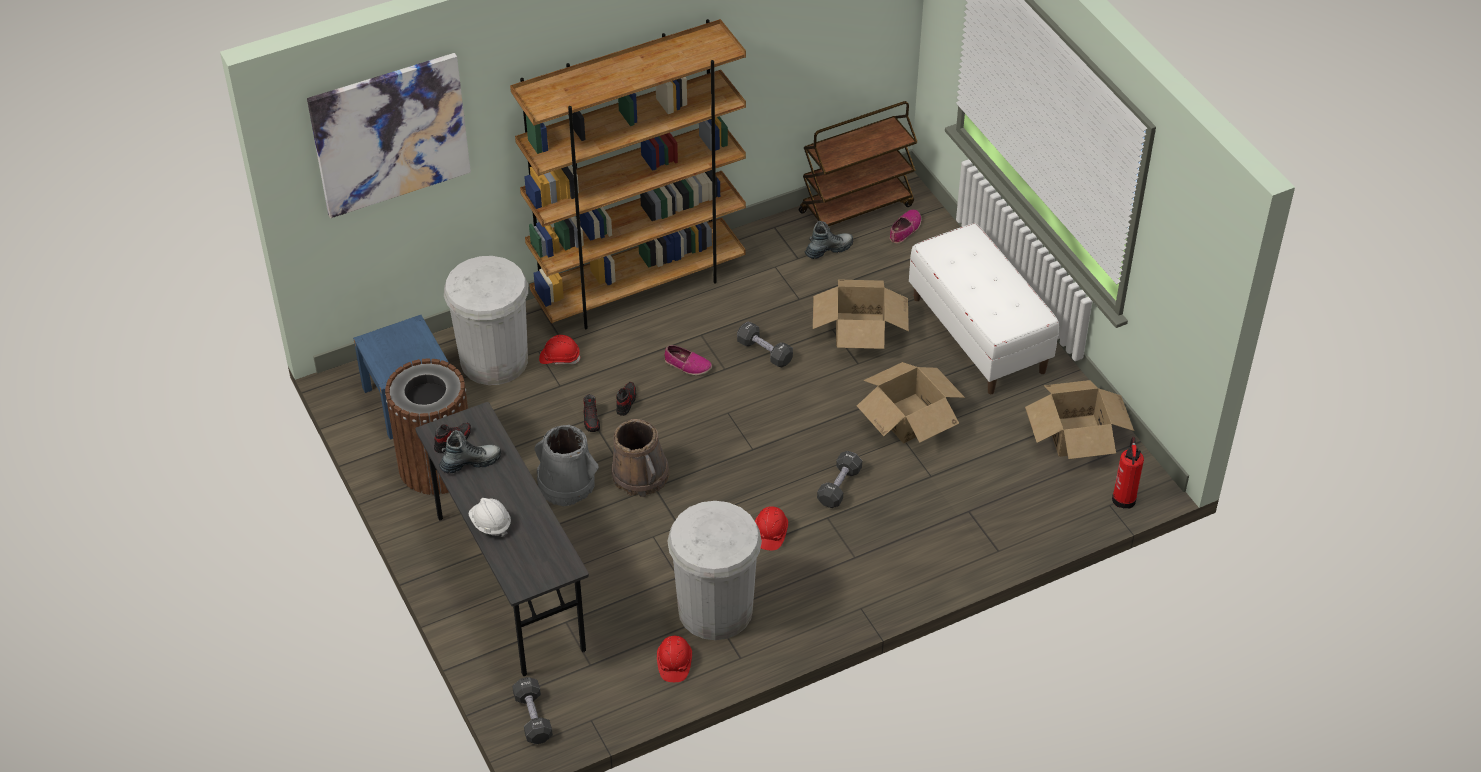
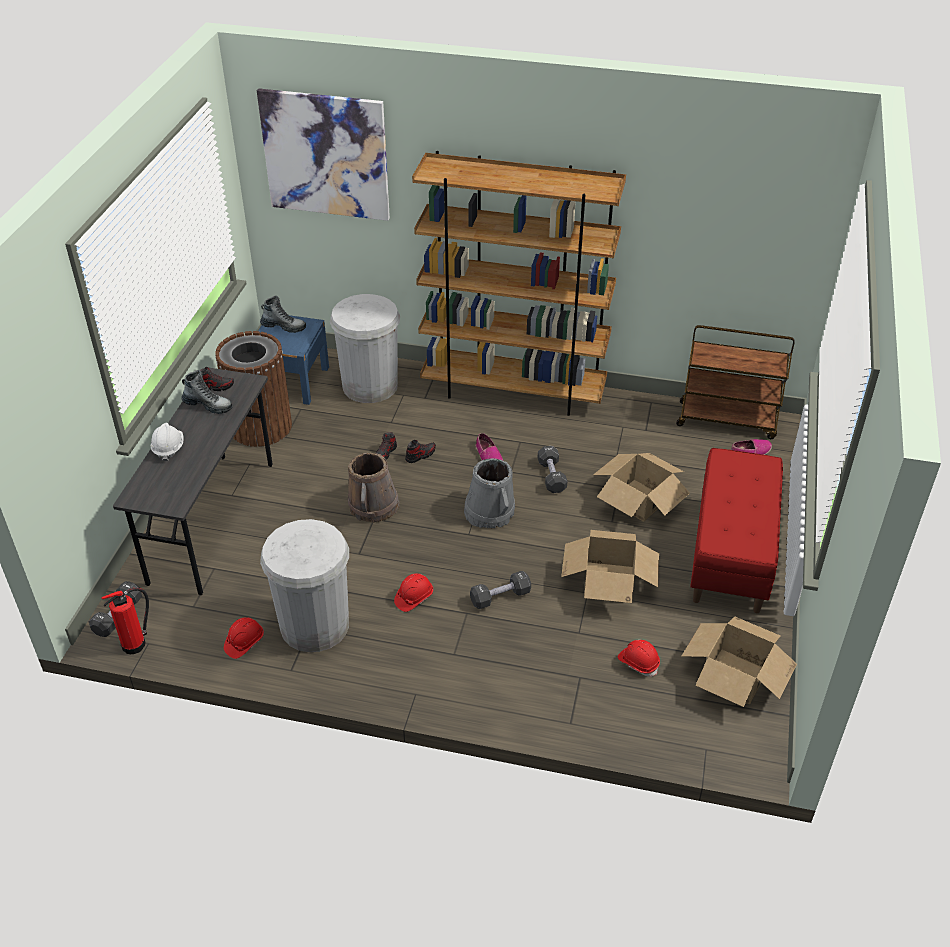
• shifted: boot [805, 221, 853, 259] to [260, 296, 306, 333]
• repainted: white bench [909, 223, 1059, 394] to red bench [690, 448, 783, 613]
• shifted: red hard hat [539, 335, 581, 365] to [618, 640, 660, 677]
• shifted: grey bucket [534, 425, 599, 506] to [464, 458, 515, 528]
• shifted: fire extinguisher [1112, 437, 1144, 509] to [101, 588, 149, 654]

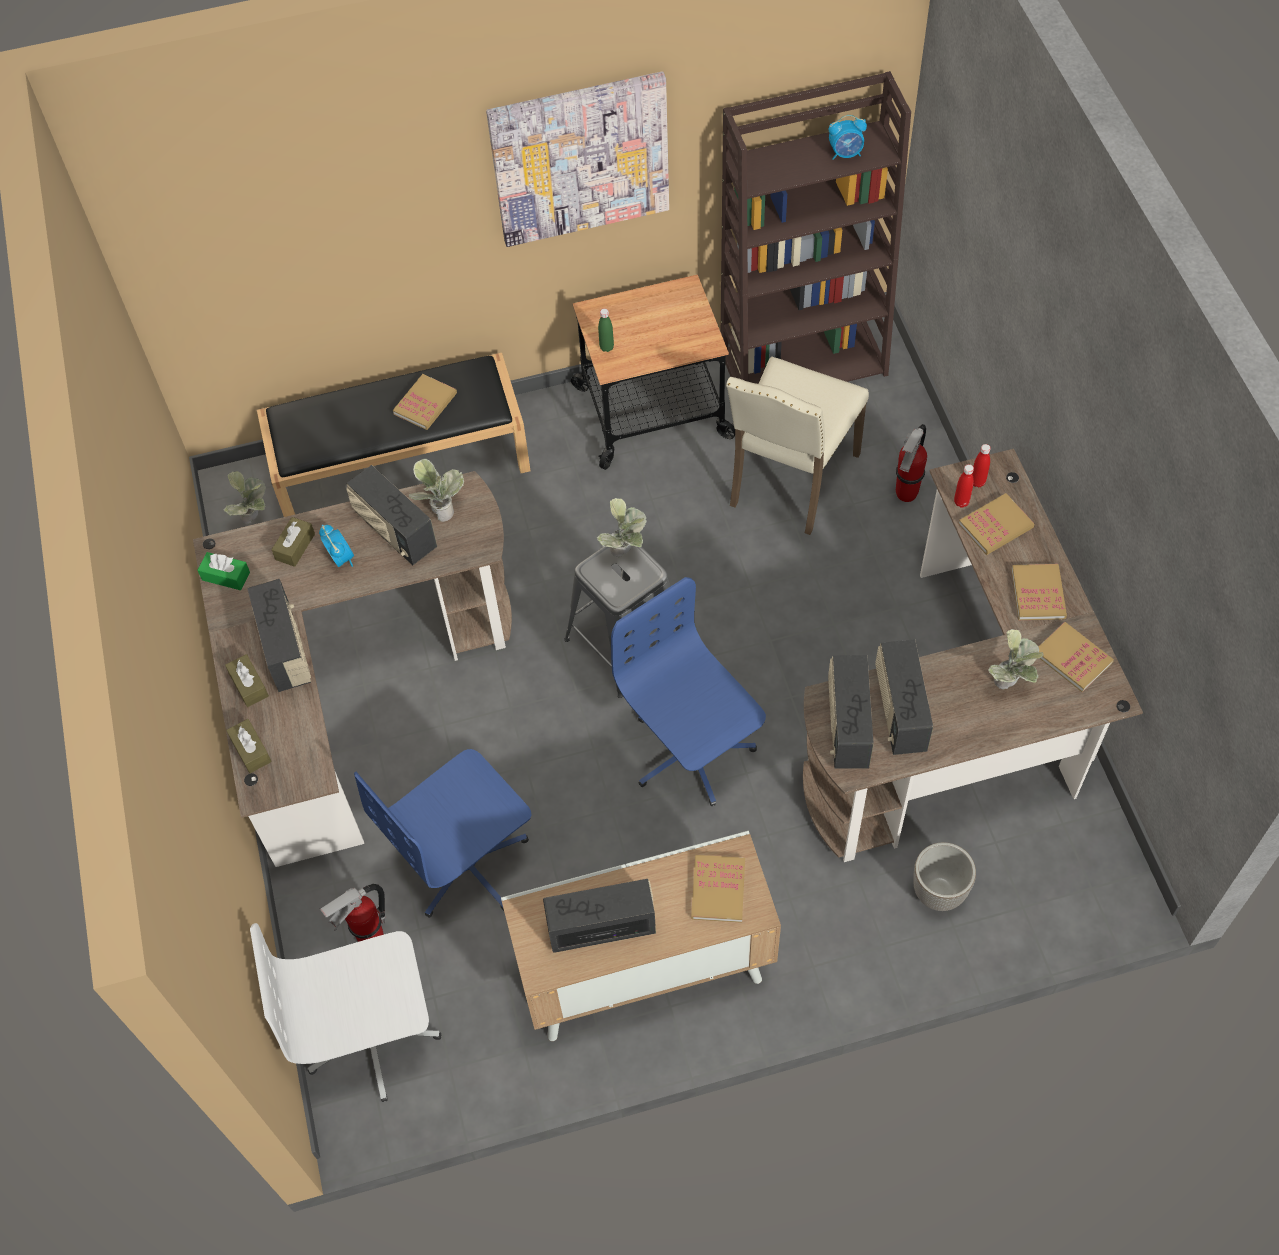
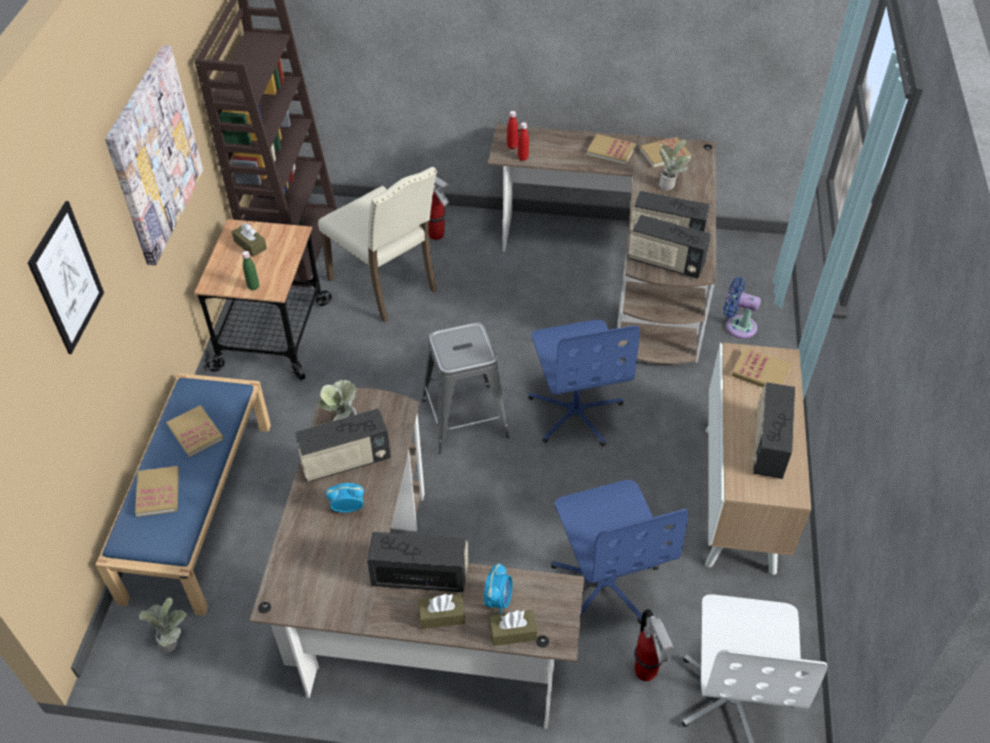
• shifted: alarm clock [829, 115, 867, 160] to [484, 563, 512, 614]
• repainted: black bench [257, 353, 531, 517] to blue bench [95, 373, 271, 616]
• shifted: book [959, 493, 1035, 555] to [135, 466, 179, 517]
• gone: potted plant [597, 498, 647, 558]
• shifted: brown tissue box [271, 517, 315, 567] to [232, 223, 267, 257]
• gone: green tissue box [198, 552, 250, 590]
• rotated: blue office chair [611, 577, 766, 806] = [528, 320, 640, 447] 90 degrees counterclockwise
• swapped: planter [913, 842, 976, 911] to blue fan [723, 277, 761, 339]
• new: picture [28, 201, 104, 354]

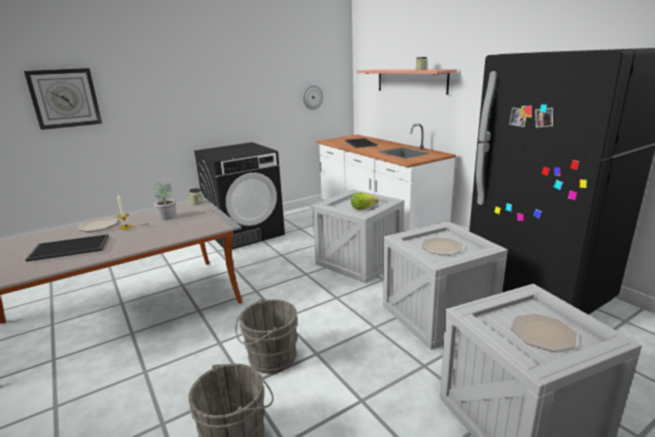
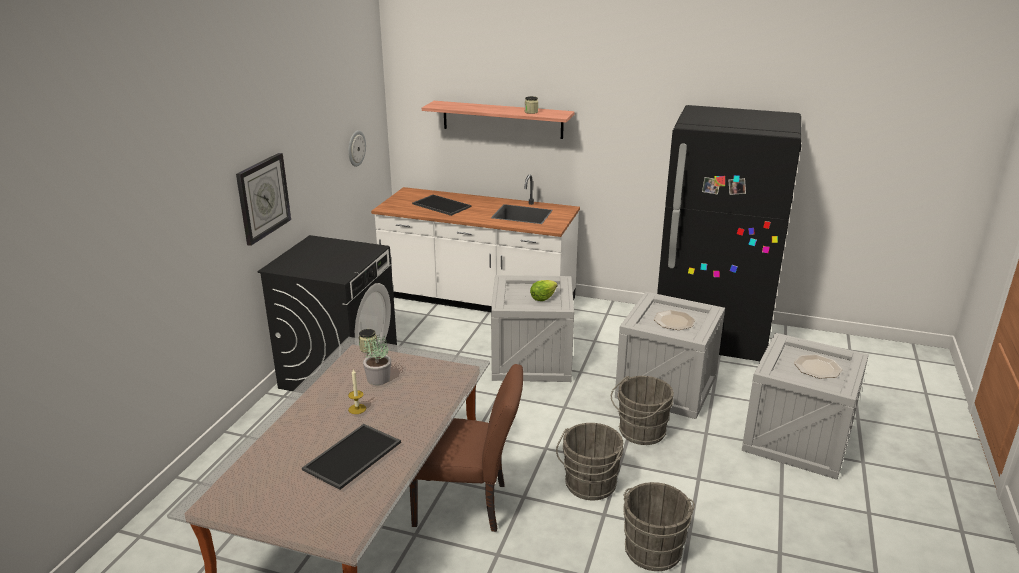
• shifted: wall clock [24, 68, 102, 130] to [236, 153, 291, 246]
• gone: plate [77, 217, 117, 231]
• new: brown chair [410, 364, 523, 532]
• new: grey bucket [611, 376, 674, 445]

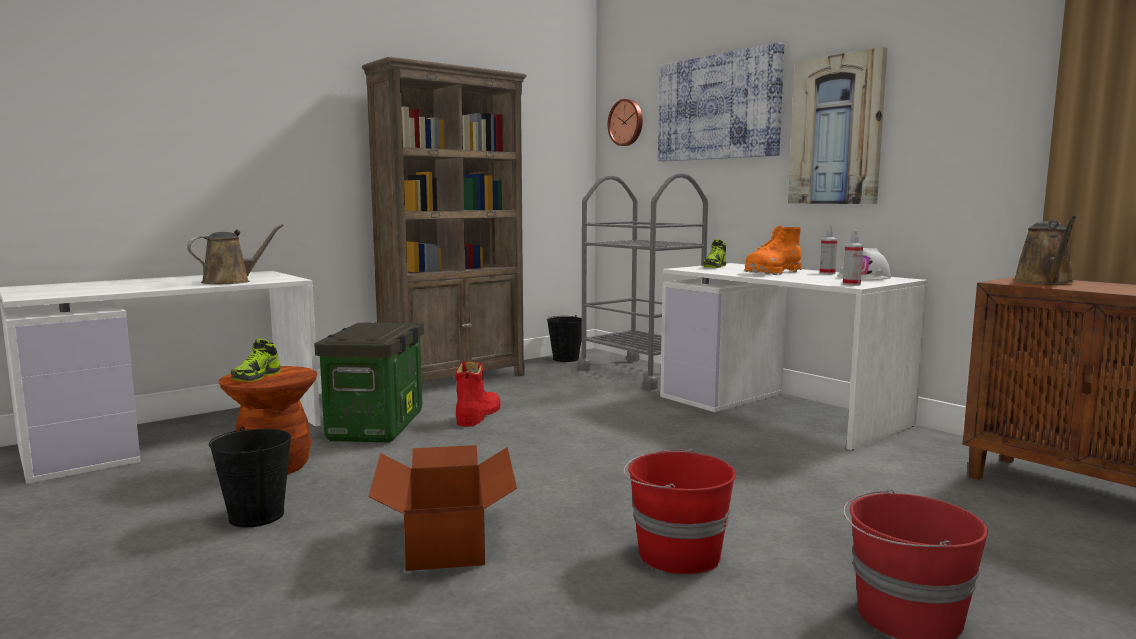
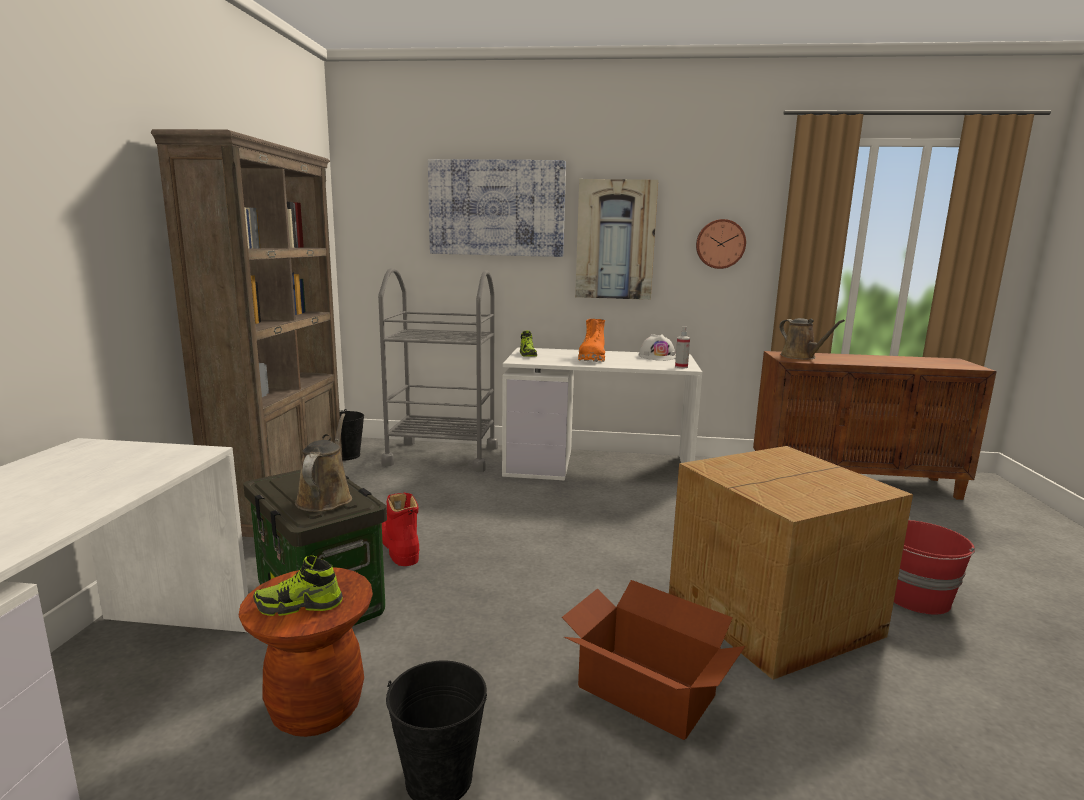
• shifted: wall clock [608, 99, 643, 146] to [696, 219, 746, 269]
• shifted: brown watering can [187, 224, 284, 284] to [295, 414, 352, 512]
• gone: spray bottle [820, 226, 837, 274]
• rotated: shoe [231, 339, 281, 382] = [253, 555, 343, 616] 105 degrees clockwise
• swapped: red bucket [623, 449, 736, 574] to cardboard box [669, 446, 913, 680]

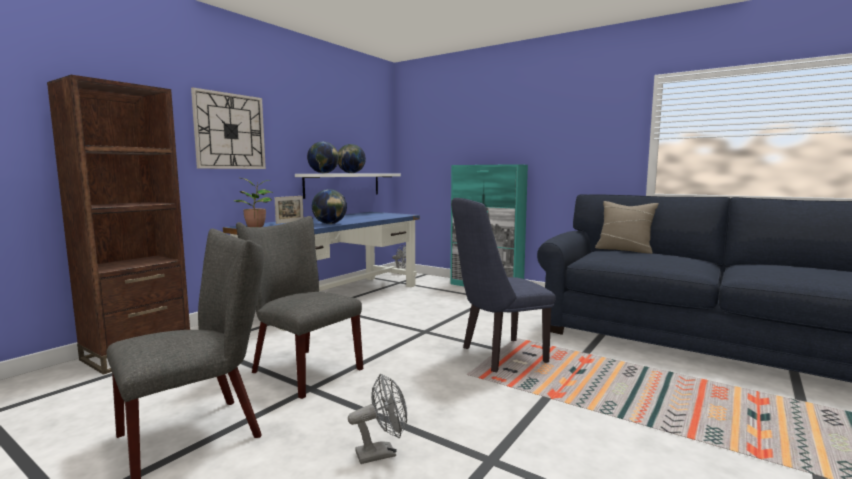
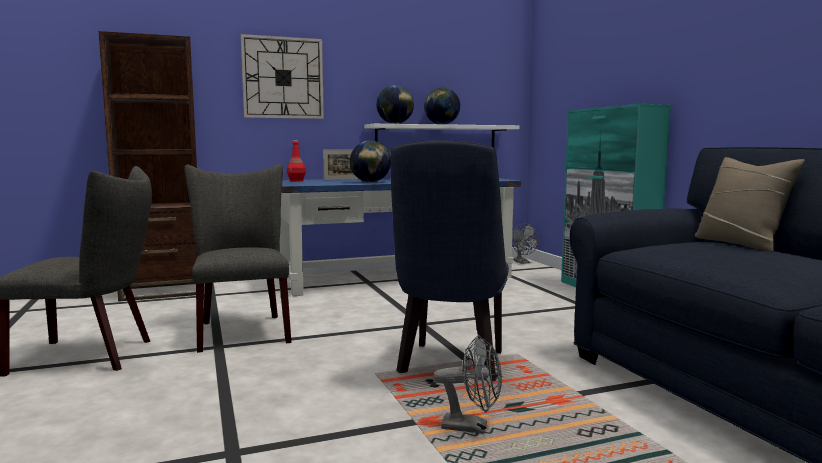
• swapped: potted plant [234, 178, 273, 227] to red bottle [287, 140, 306, 181]
• rotated: blue chair [451, 198, 555, 372] = [391, 140, 509, 382] 90 degrees counterclockwise
• shifted: grey fan [348, 374, 407, 464] to [434, 335, 502, 434]

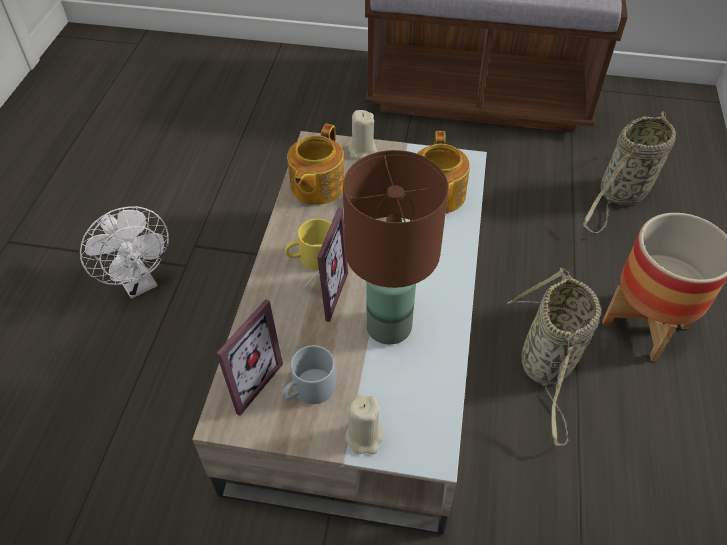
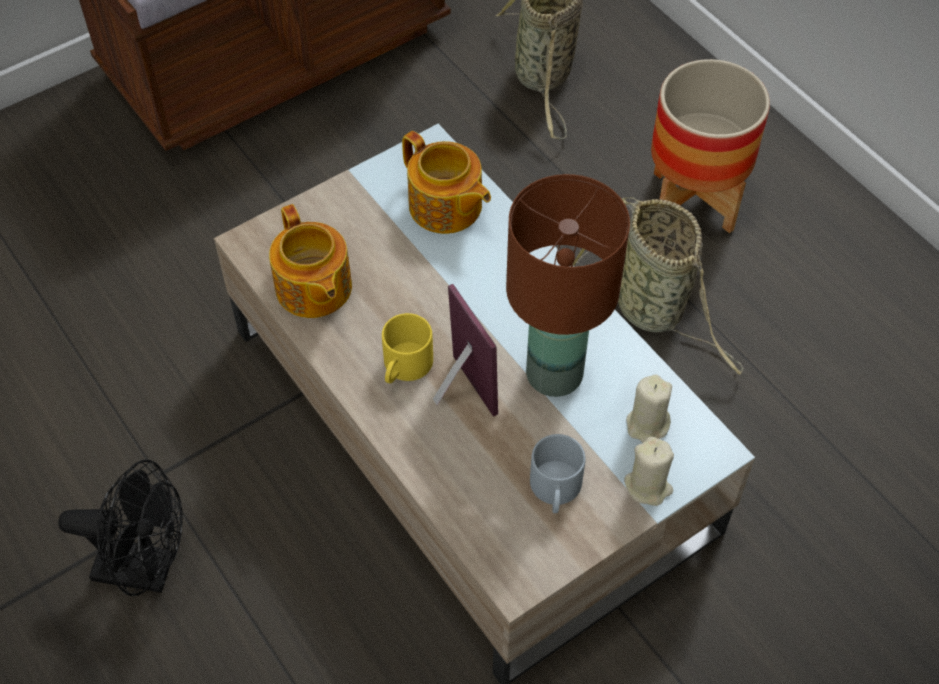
• shifted: beige candle [348, 110, 377, 159] to [626, 374, 672, 443]
• repainted: white fan [80, 206, 169, 299] to black fan [58, 459, 183, 596]
• gone: picture frame [216, 299, 283, 416]

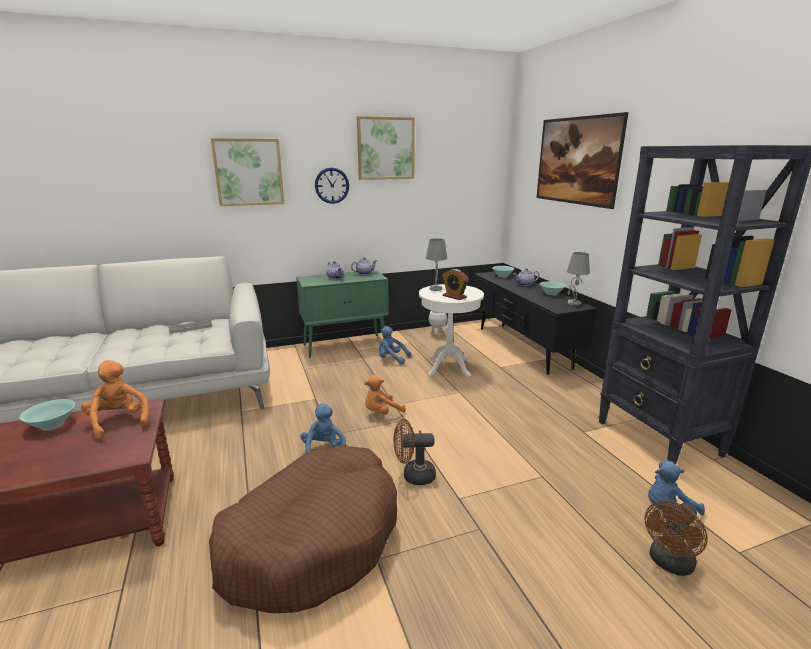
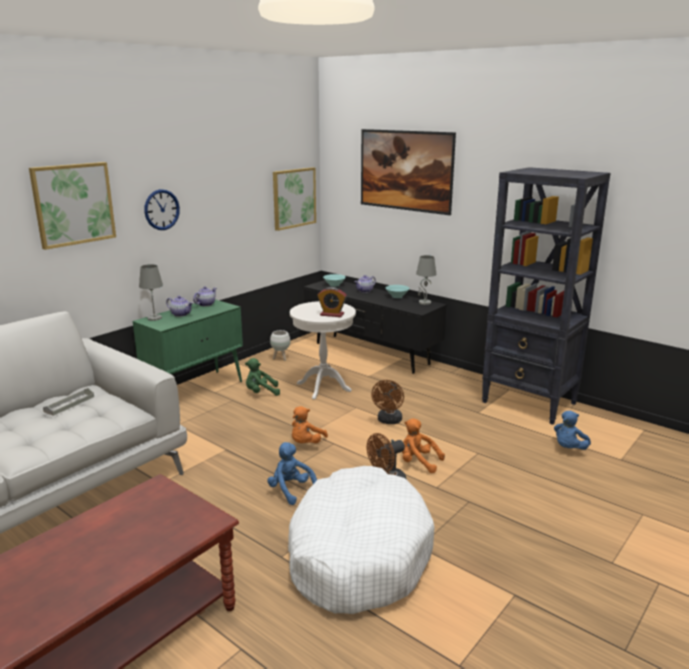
• shifted: picture [357, 116, 415, 180] to [273, 167, 316, 231]
• shifted: grey table lamp [426, 238, 447, 291] to [139, 264, 163, 321]
• repainted: blue plush toy [379, 326, 411, 365] to green plush toy [245, 358, 280, 396]
• shifted: orange plush toy [81, 360, 149, 439] to [402, 418, 445, 473]
• gone: turquoise bowl [20, 399, 75, 430]
• repainted: brown dog bed [209, 444, 397, 613] to white dog bed [288, 466, 434, 614]
• shifted: brown fan [644, 500, 708, 576] to [371, 380, 404, 424]

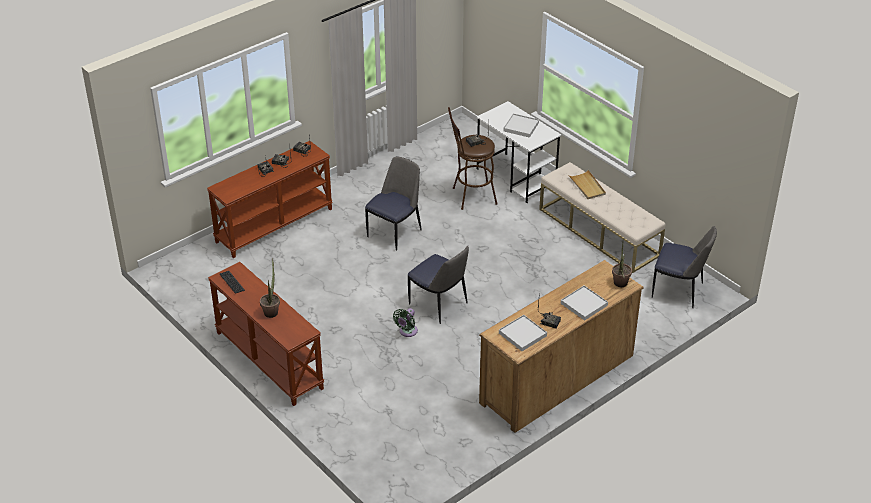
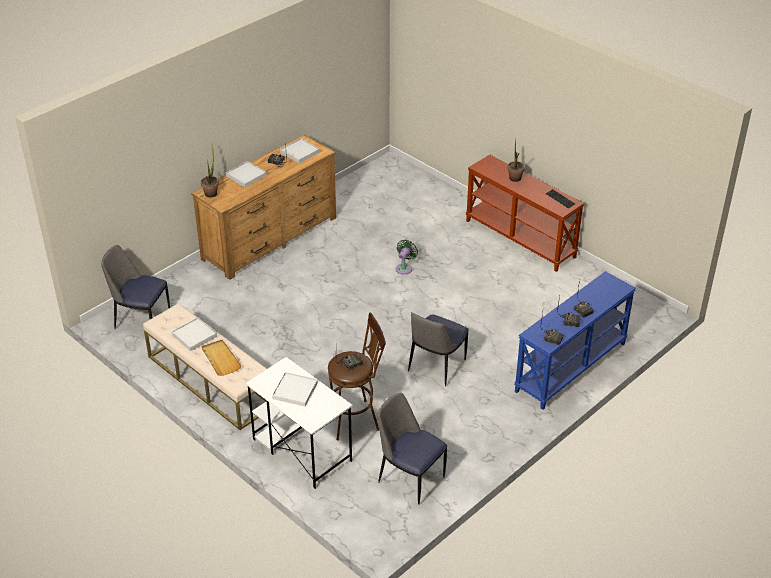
• repainted: brown console table [207, 141, 333, 258] to blue console table [514, 271, 636, 410]
• shifted: chair [408, 246, 469, 324] to [377, 393, 447, 505]
• new: white tray [172, 317, 217, 351]

